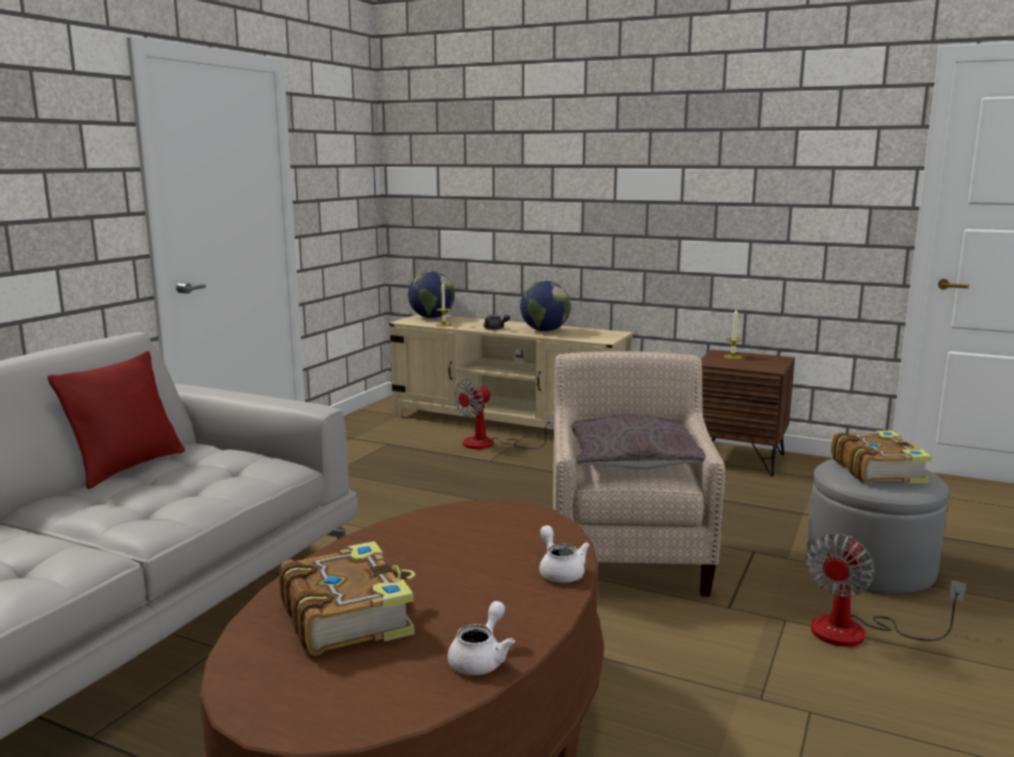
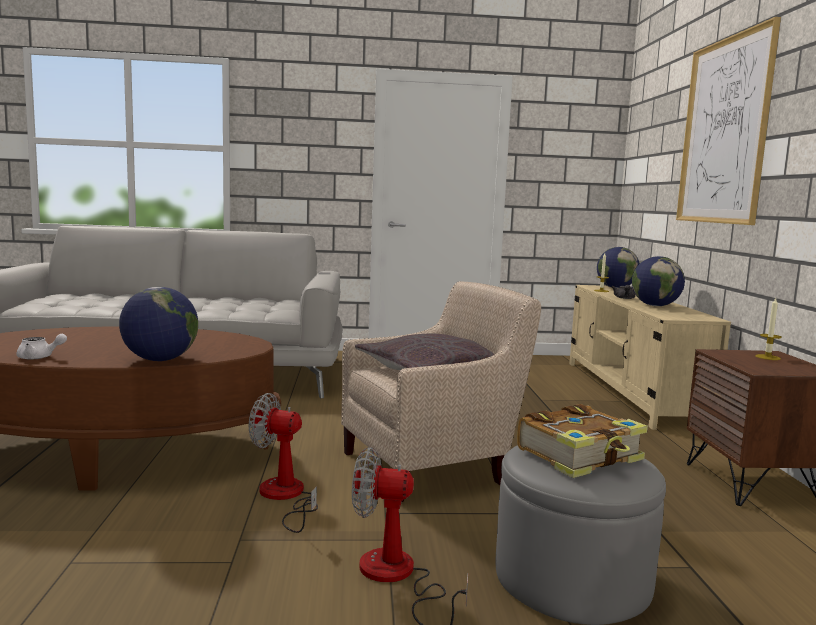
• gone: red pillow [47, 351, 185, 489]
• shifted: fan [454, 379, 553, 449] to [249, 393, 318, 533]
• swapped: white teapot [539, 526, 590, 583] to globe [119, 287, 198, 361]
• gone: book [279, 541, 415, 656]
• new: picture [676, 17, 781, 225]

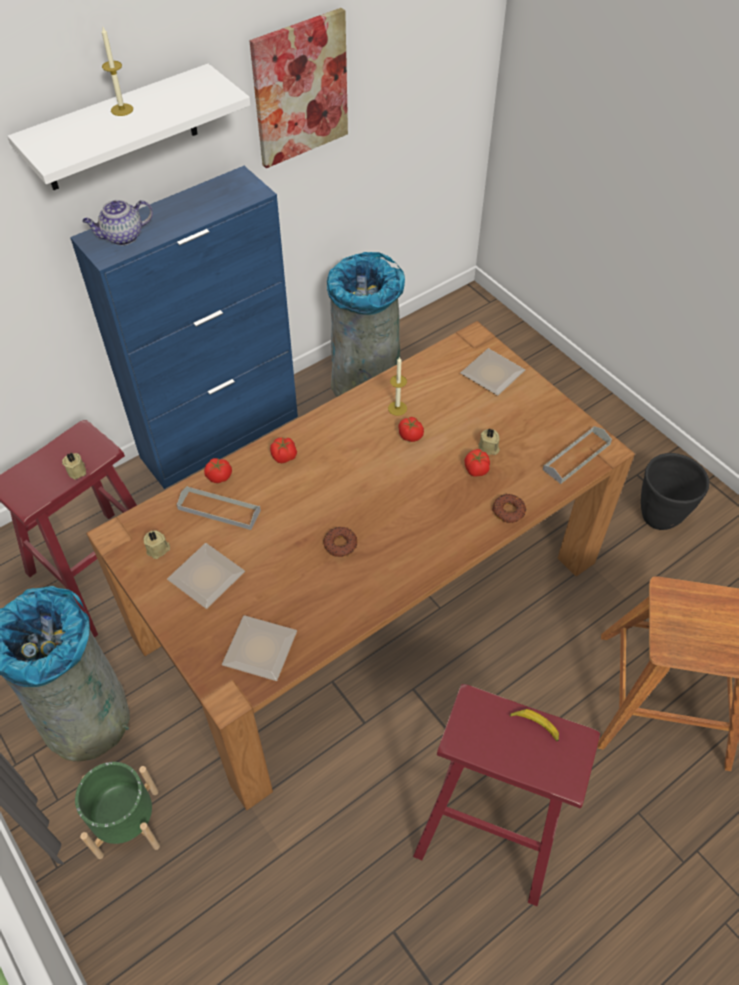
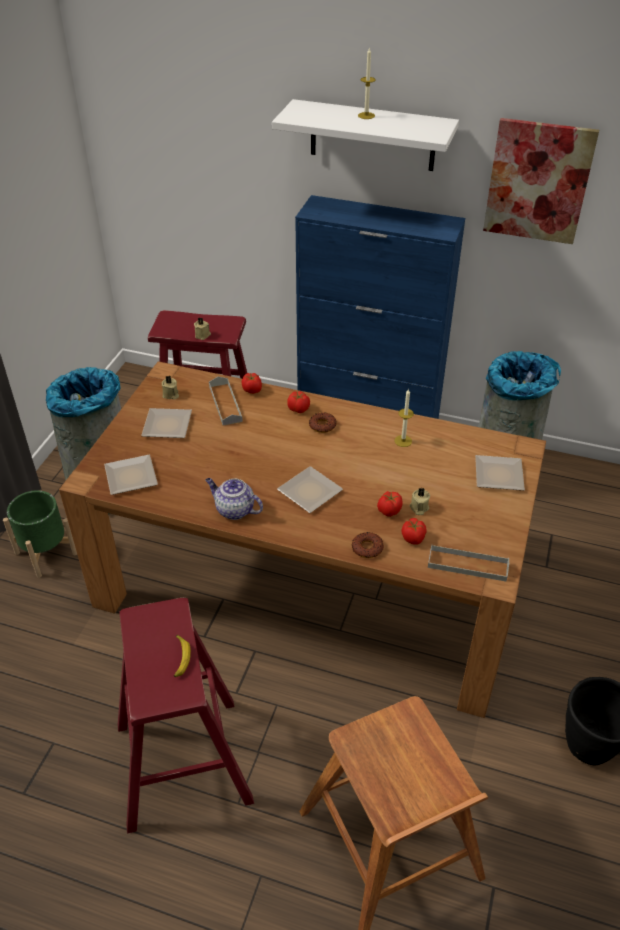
• shifted: teapot [82, 200, 153, 245] to [205, 478, 263, 520]
• shifted: tomato [398, 417, 424, 442] to [401, 518, 426, 545]
• shifted: donut [323, 527, 357, 557] to [309, 412, 337, 433]
• new: plate [277, 466, 343, 513]

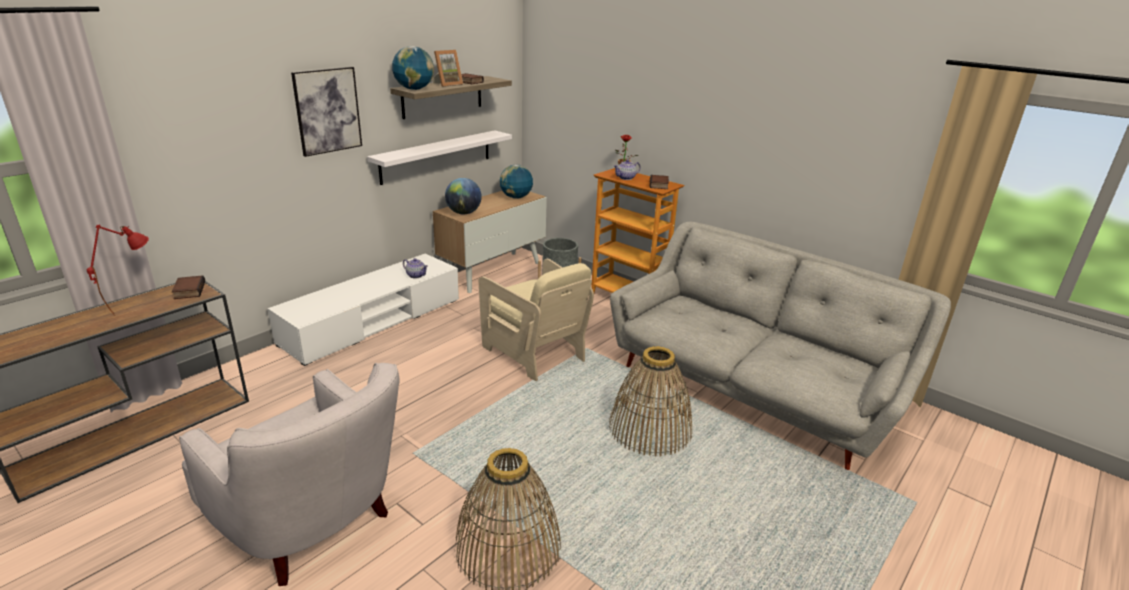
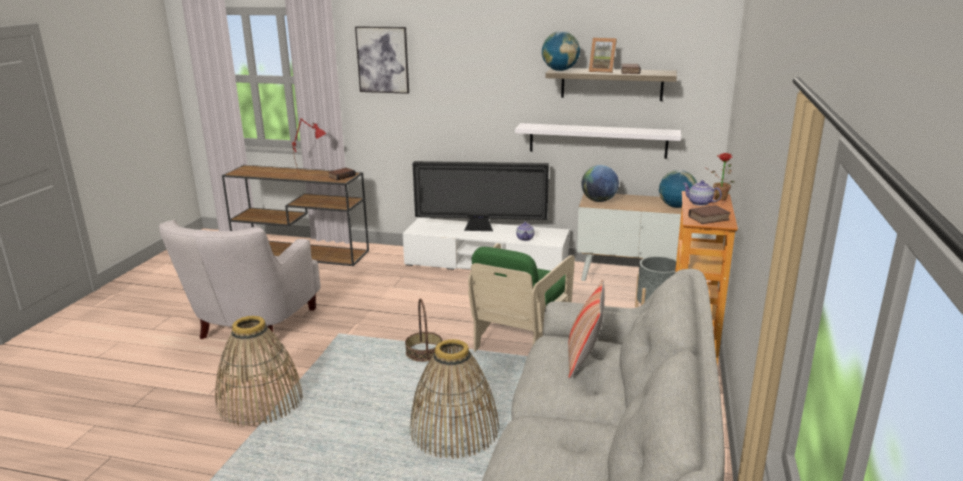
• shifted: picture [291, 67, 362, 157] to [355, 26, 409, 94]
• repainted: beige armchair [479, 259, 594, 381] to green armchair [468, 243, 575, 352]
• new: television [413, 161, 549, 231]
• new: pillow [568, 280, 605, 379]
• new: basket [405, 298, 442, 362]

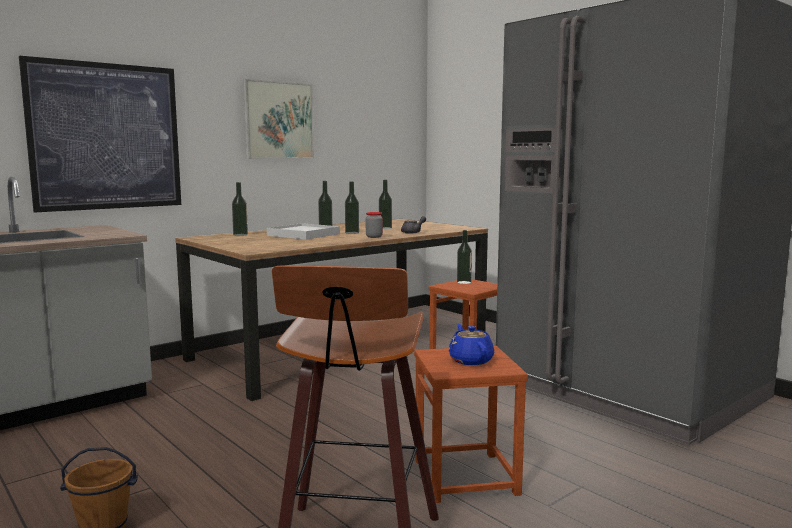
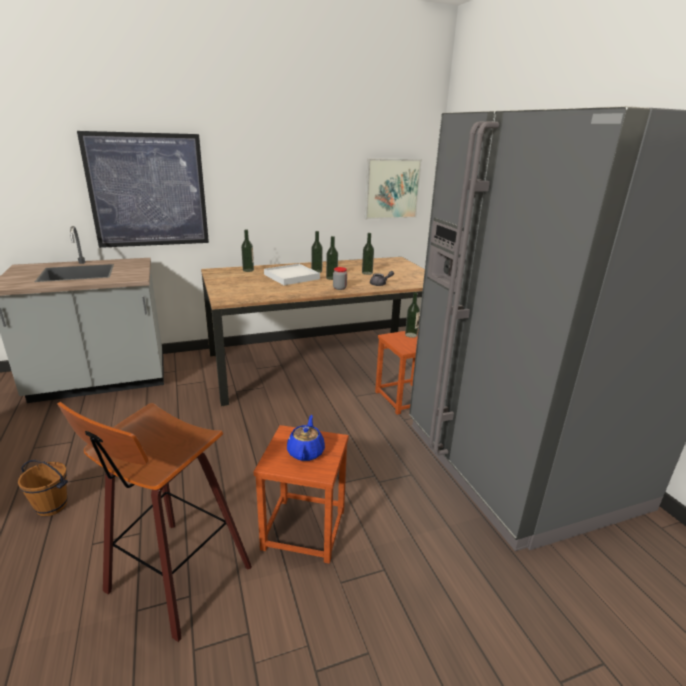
• shifted: picture [243, 79, 314, 159] to [364, 158, 422, 219]

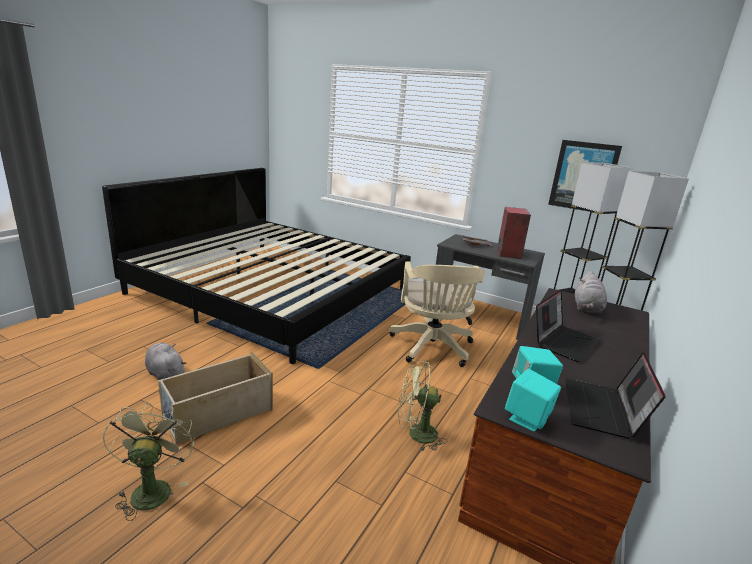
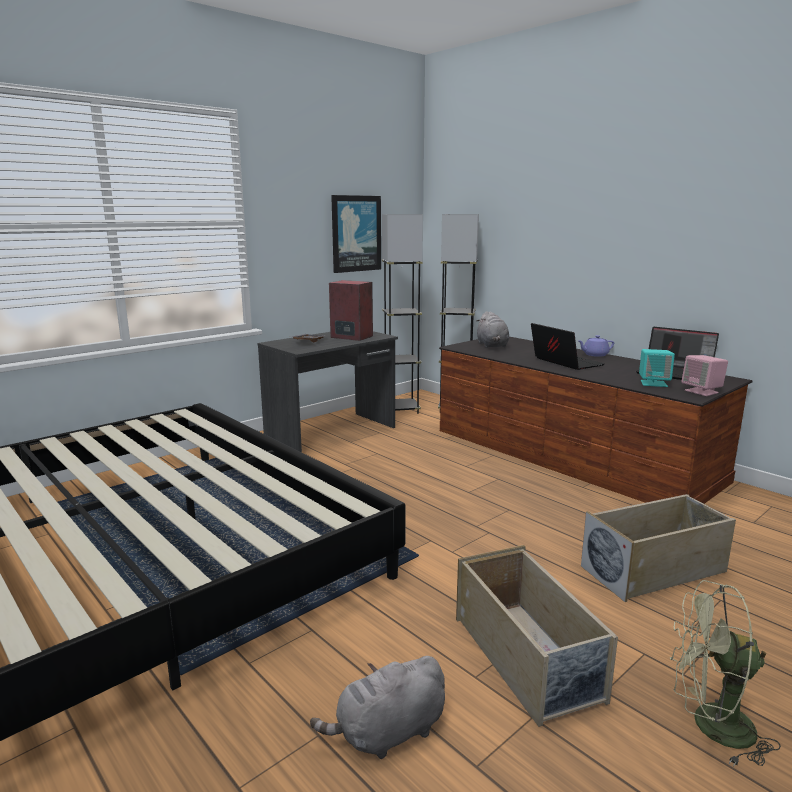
• gone: beige office chair [389, 261, 485, 367]
• rotated: grey plush toy [575, 271, 607, 314] = [476, 311, 509, 348] 45 degrees clockwise
• gone: green fan [398, 360, 447, 451]
• repainted: turquoise speaker [505, 369, 561, 431] to pink speaker [681, 355, 728, 396]
• new: purple teapot [578, 335, 614, 357]
• new: beige storage box [581, 494, 736, 602]

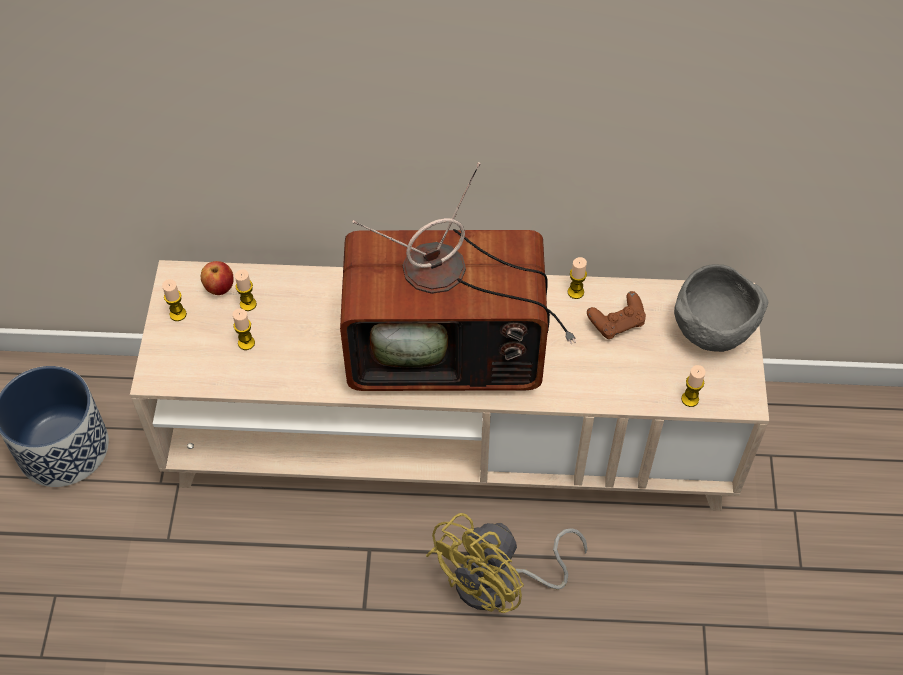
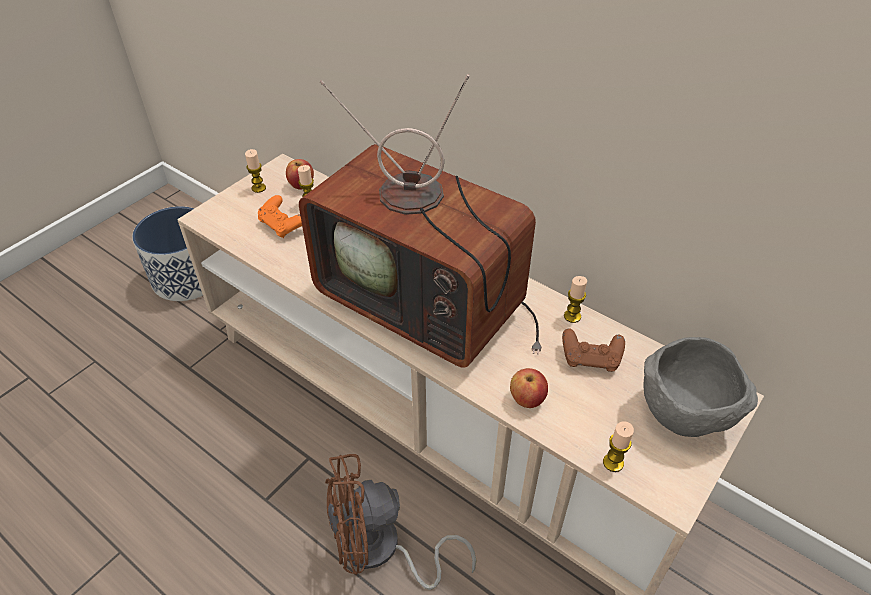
• swapped: candle [233, 309, 255, 350] to orange game controller [258, 195, 302, 238]
• repainted: yellow fan [426, 513, 587, 613] to brown fan [325, 454, 476, 590]
• new: apple [510, 368, 548, 408]

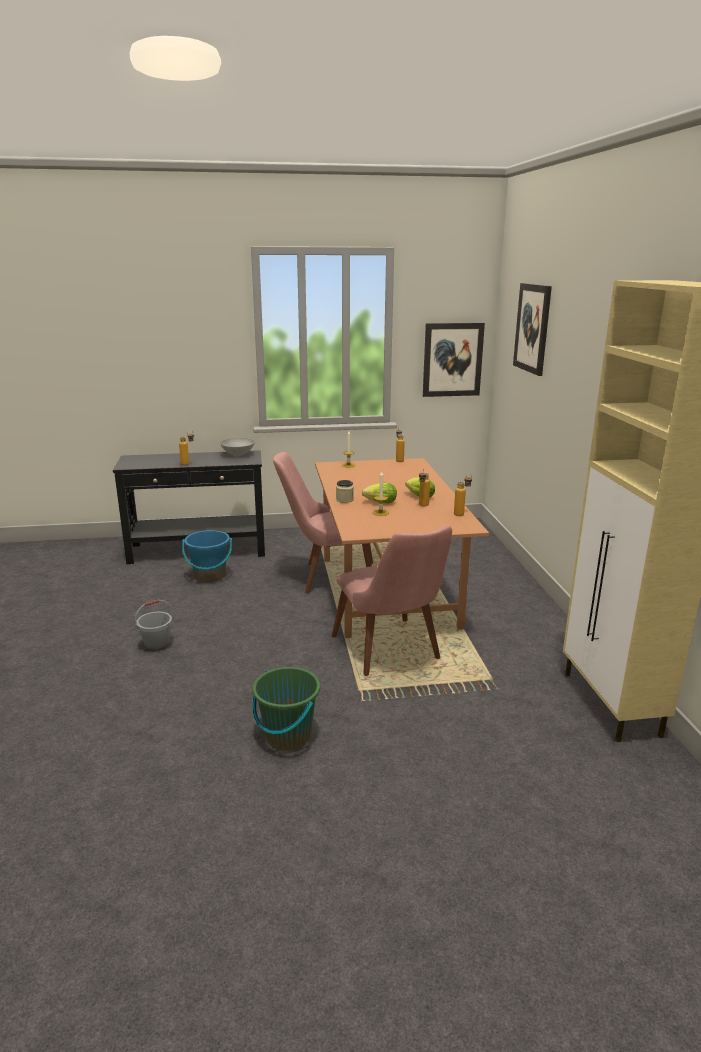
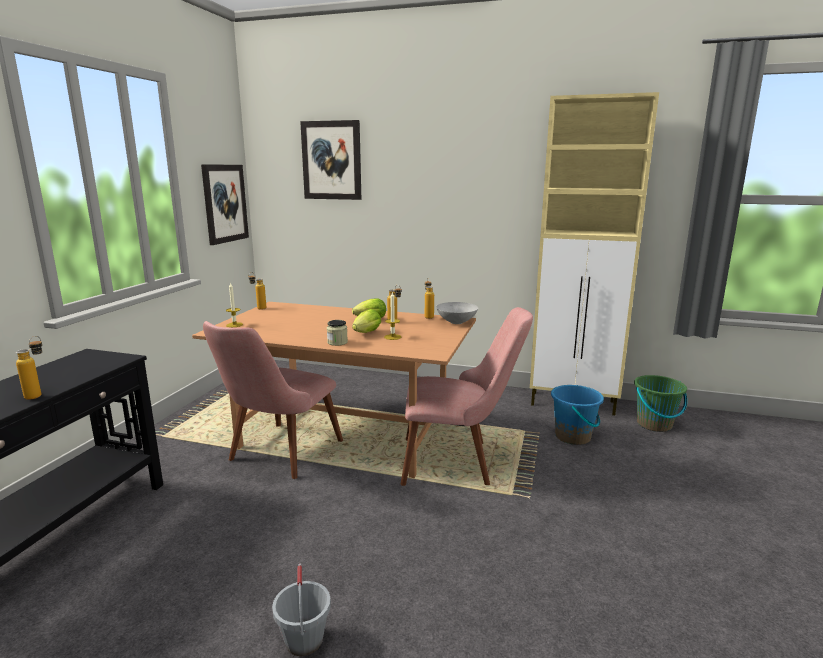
• shifted: grey bowl [220, 438, 255, 456] to [436, 302, 478, 324]
• shifted: blue bucket [182, 530, 232, 582] to [551, 385, 604, 445]
• shifted: green bucket [252, 667, 320, 751] to [634, 375, 687, 432]

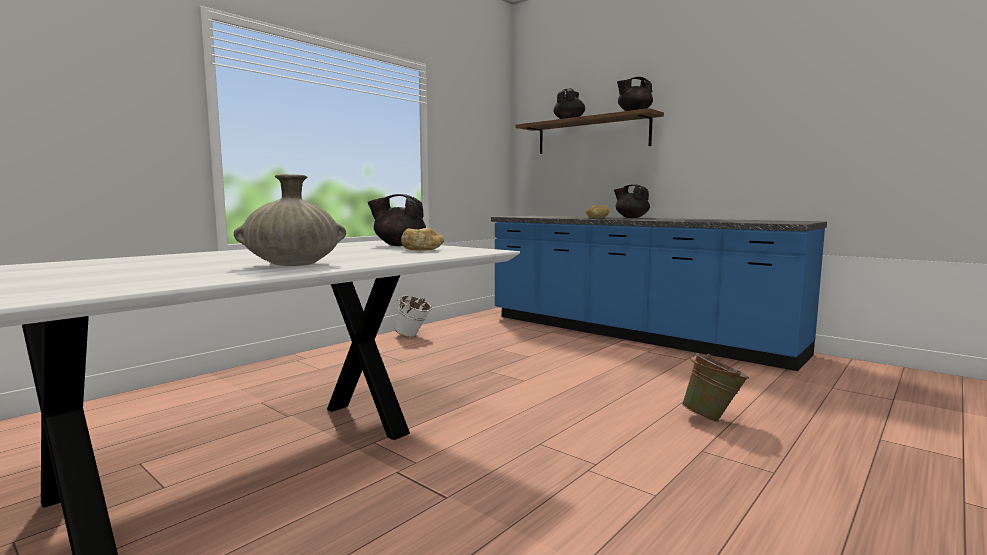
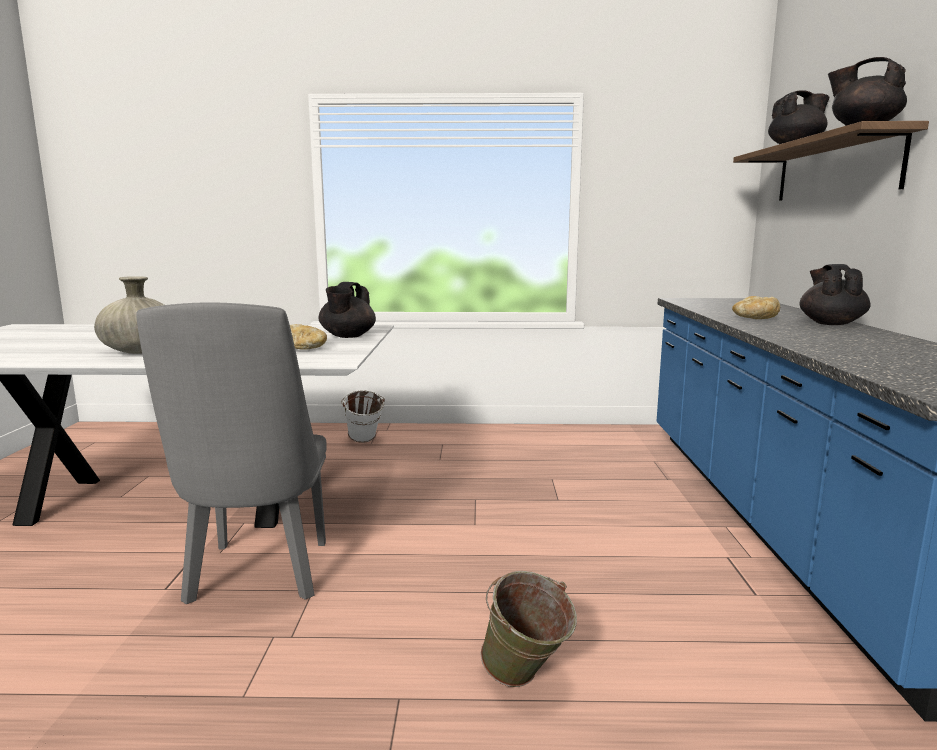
• rotated: black teapot [368, 194, 426, 246] = [319, 282, 376, 338] 135 degrees counterclockwise
• shifted: white bucket [394, 296, 432, 338] to [341, 391, 385, 443]
• new: grey chair [136, 302, 327, 604]

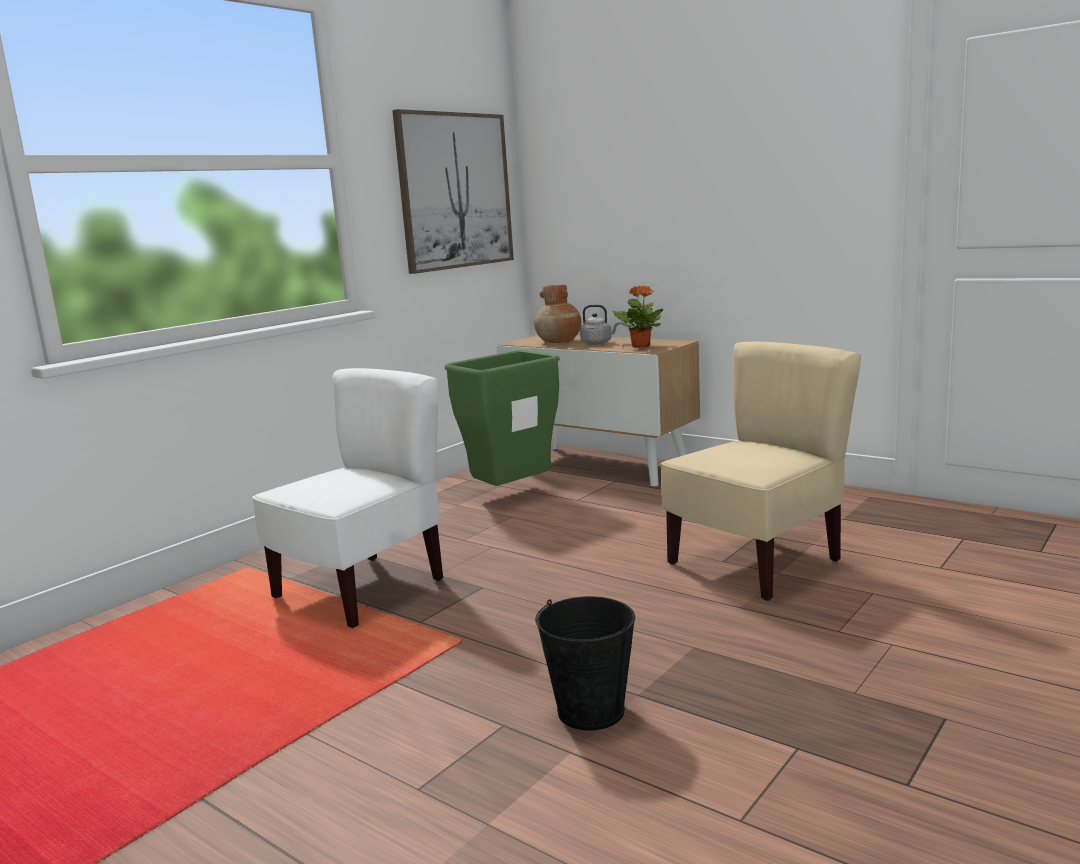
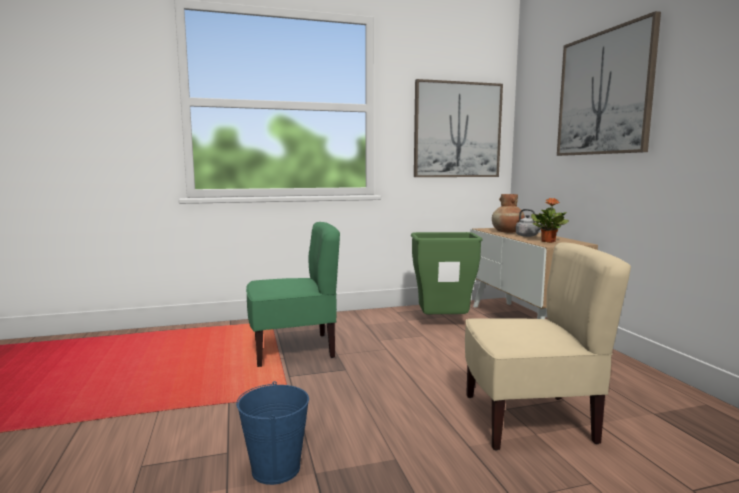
• repainted: white chair [252, 368, 443, 628] to green chair [246, 222, 340, 367]
• repainted: black bucket [535, 596, 635, 731] to blue bucket [236, 381, 309, 485]
• new: picture [557, 11, 661, 156]

